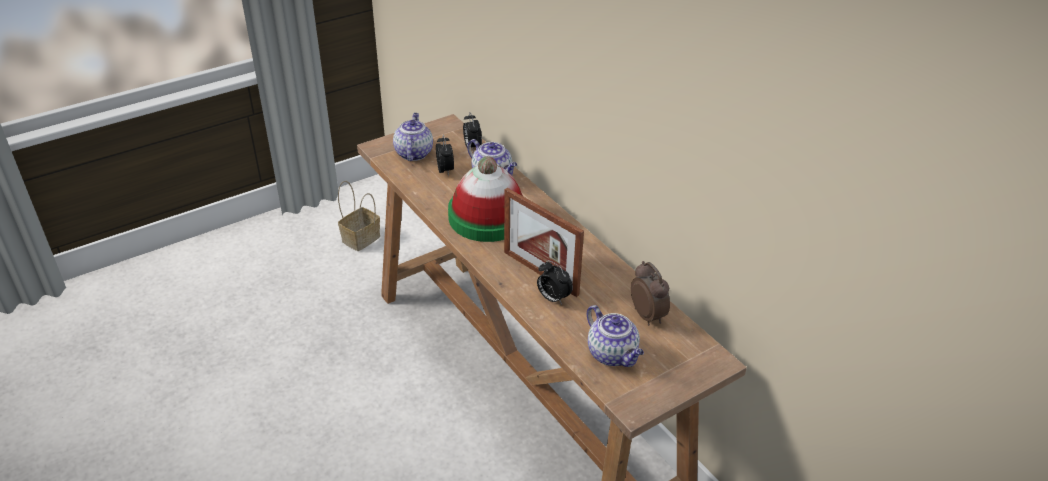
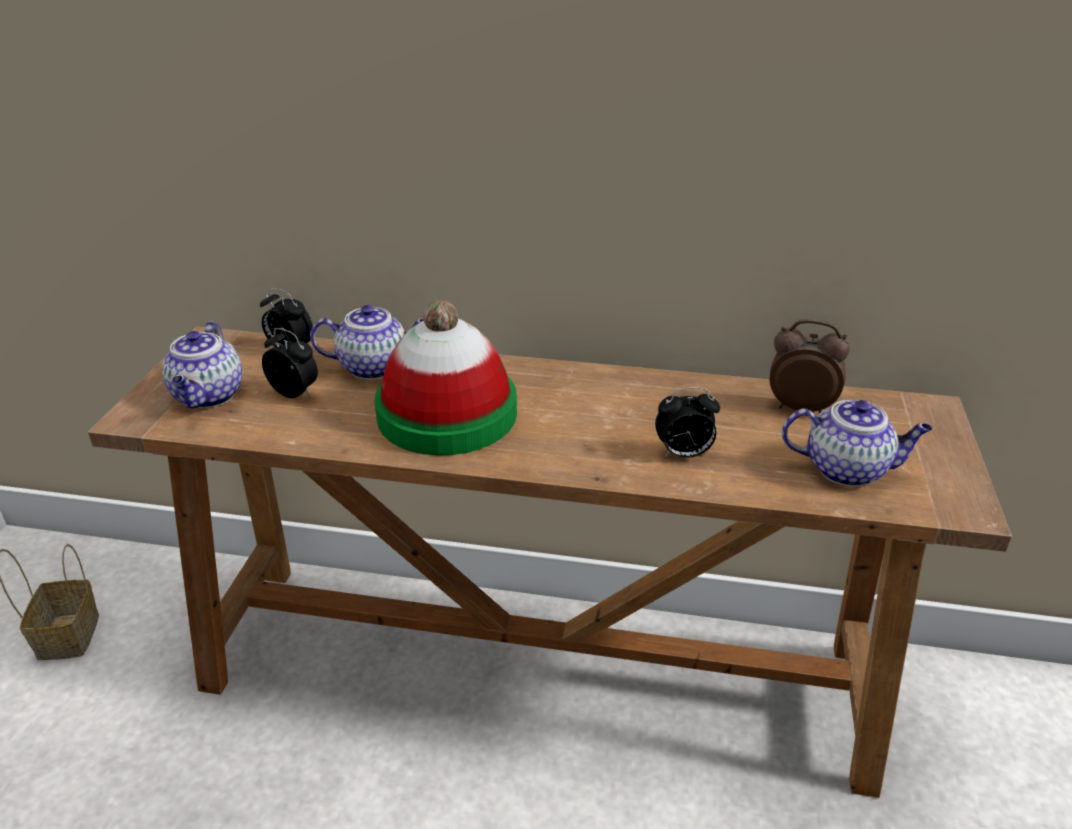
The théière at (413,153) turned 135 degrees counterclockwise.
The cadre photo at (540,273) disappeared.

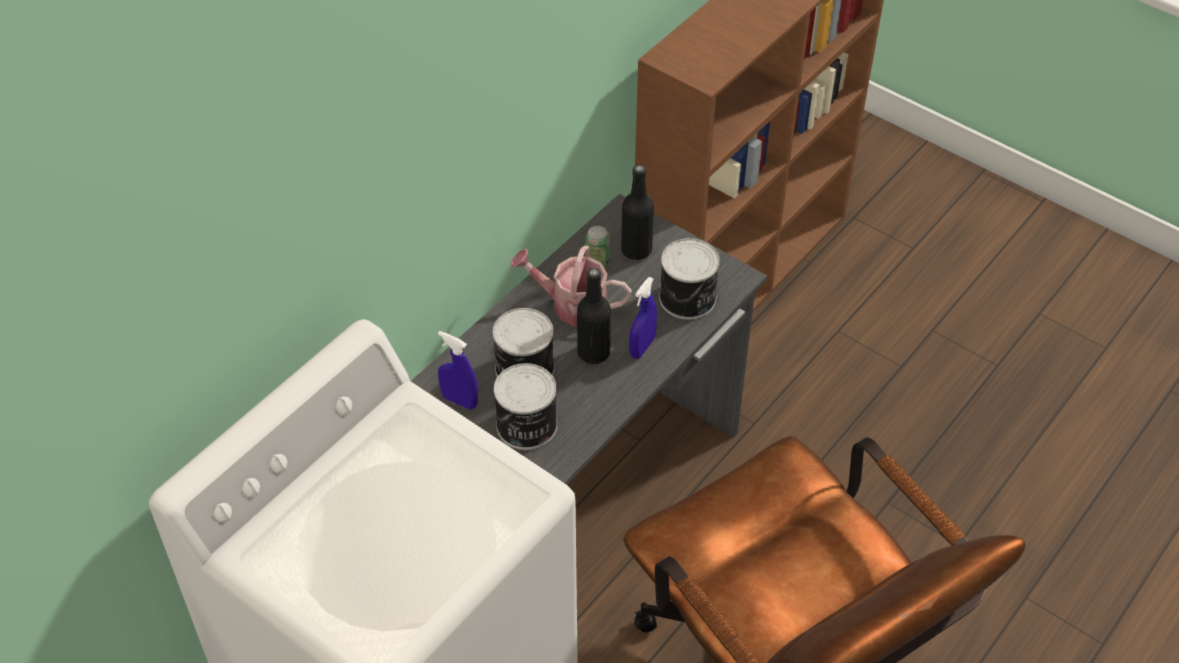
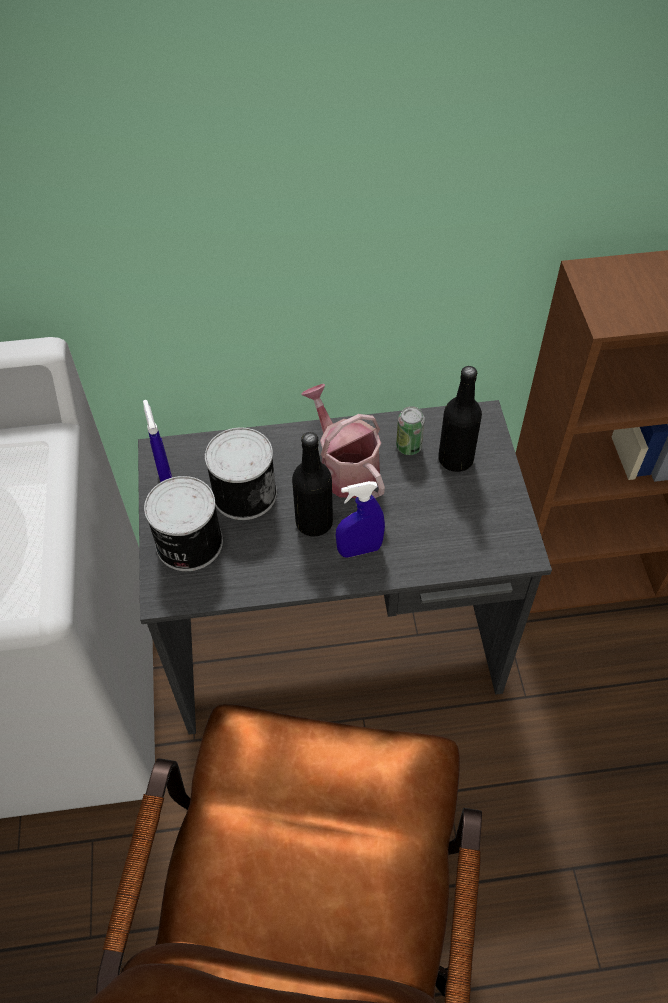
The boîte métallique at (688,299) disappeared.

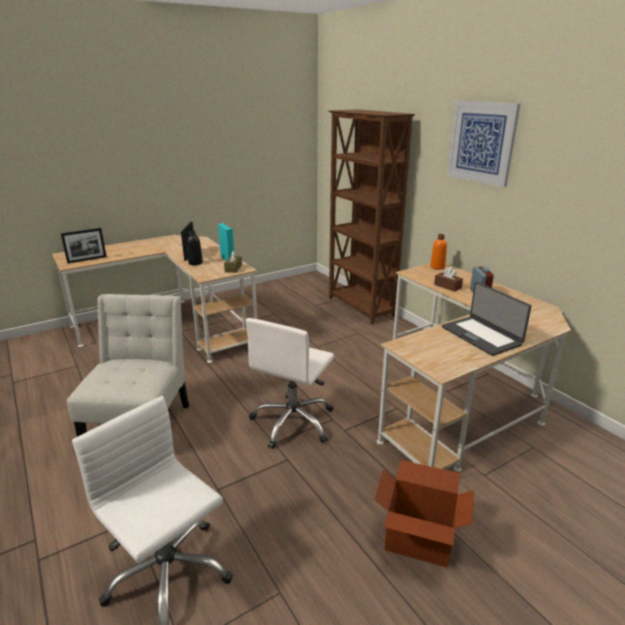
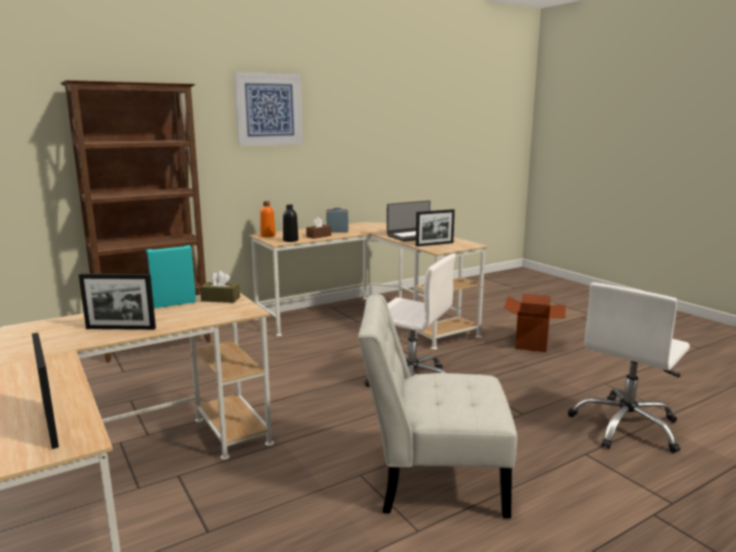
The bouteille/noir moved from (195,263) to (290,240).
The cadre photo at (434,244) appeared.

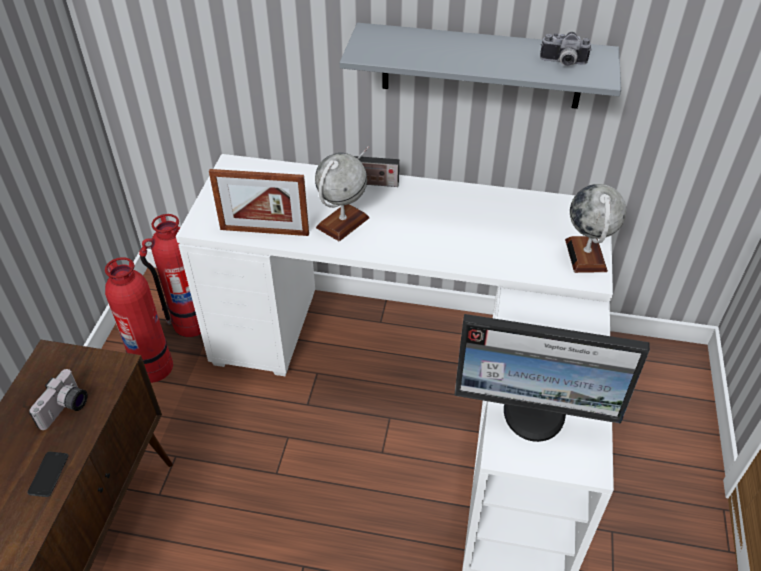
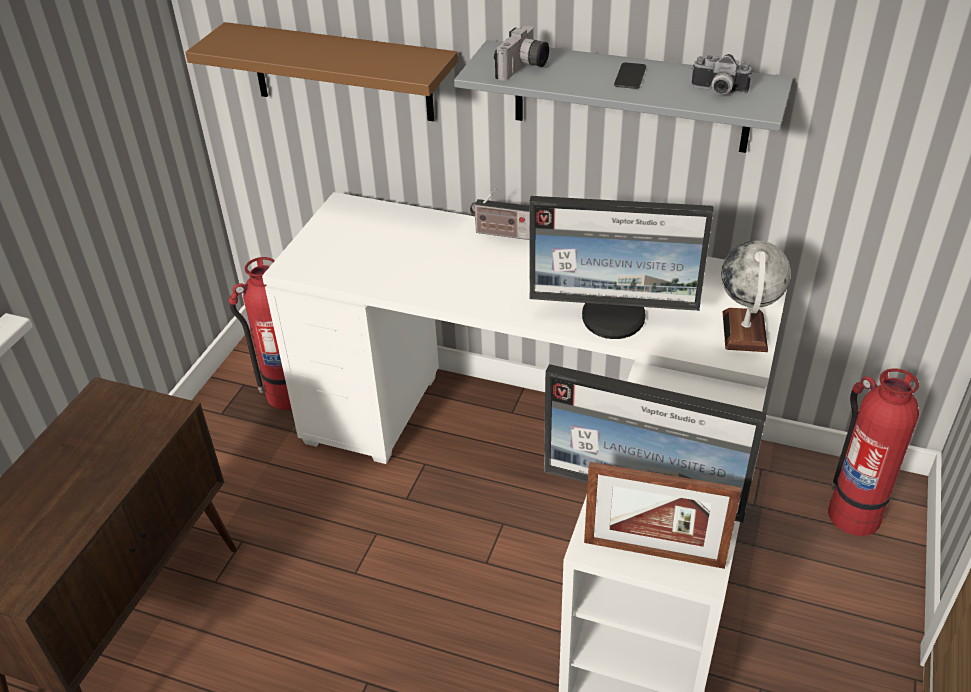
The étagère/marron at (341,72) appeared.
The appareil photo moved from (66,409) to (524,69).
The écran d'ordinateur at (614,317) appeared.
The cadre photo moved from (264,231) to (653,553).
The téléphone moved from (48,474) to (630,76).
The extincteur moved from (153,366) to (853,514).
The globe at (342,223) disappeared.

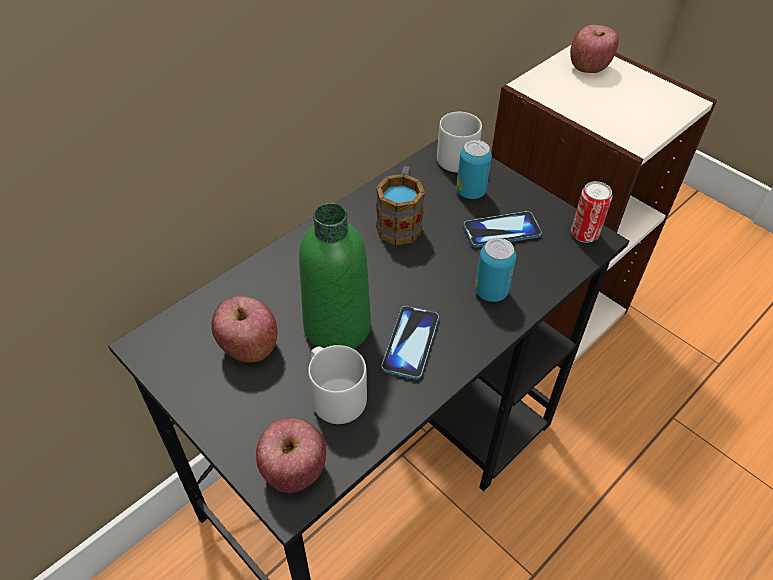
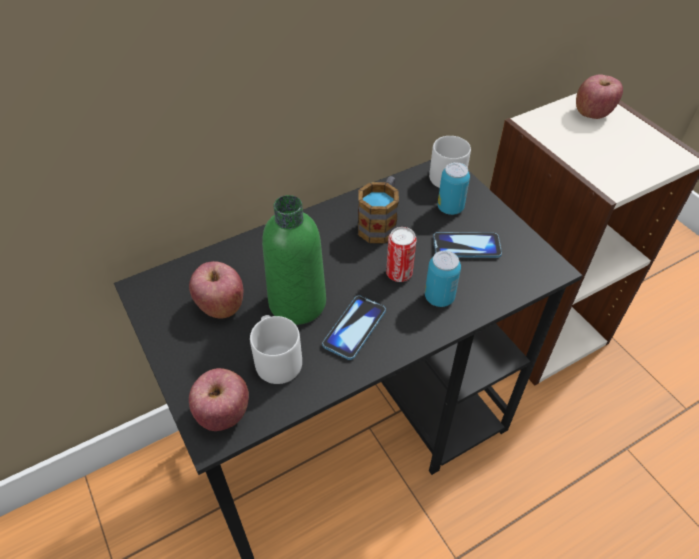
The boîte métallique moved from (584,234) to (399,273).

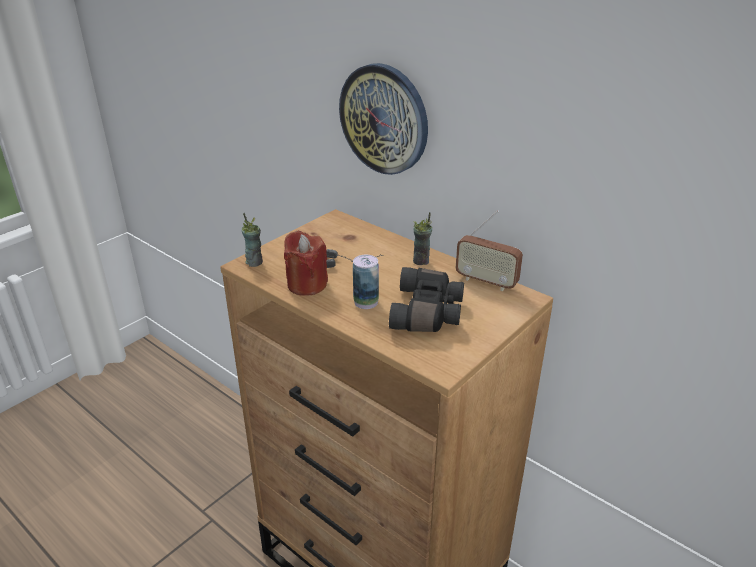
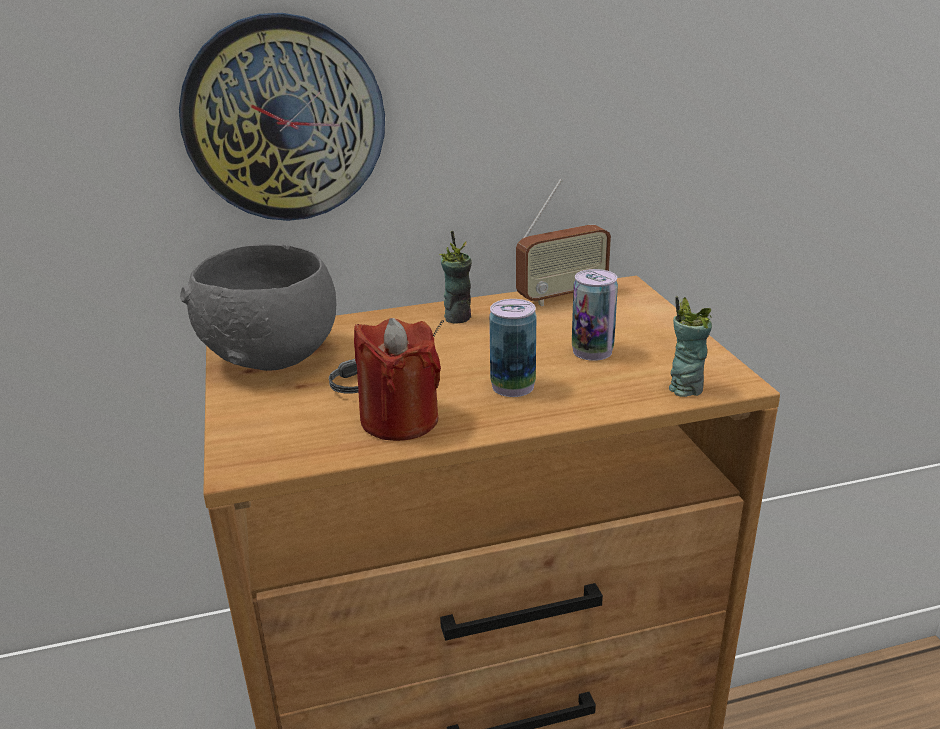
The bol/gris at (274,356) appeared.
The jumelles/noir at (428,313) was replaced by the boîte métallique at (592,351).
The tasse moved from (254,262) to (685,388).

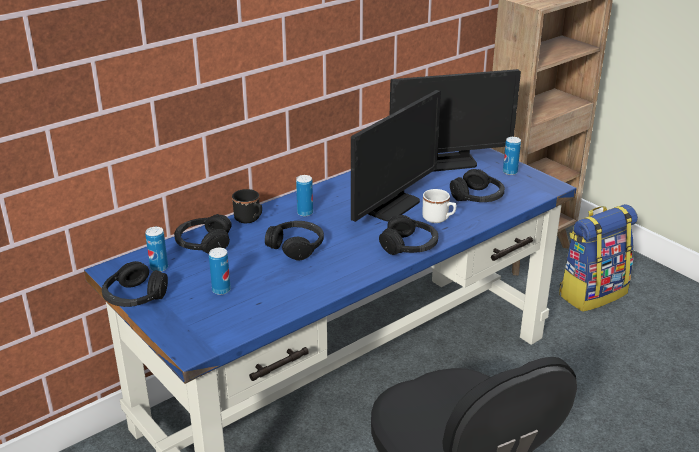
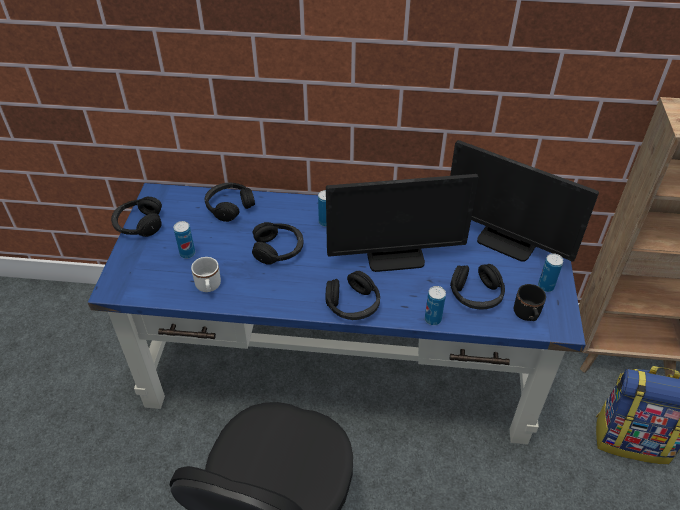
The mug/blanc moved from (438,219) to (208,287).
The boîte métallique moved from (159,268) to (433,319).
The mug/noir moved from (250,219) to (527,315).

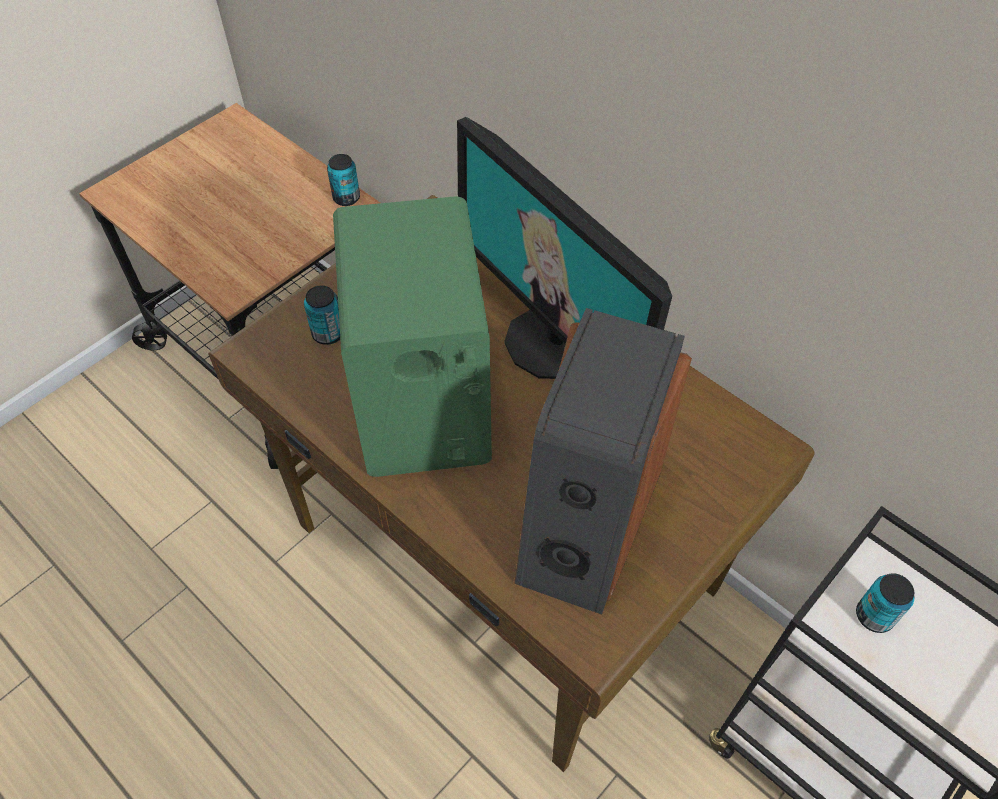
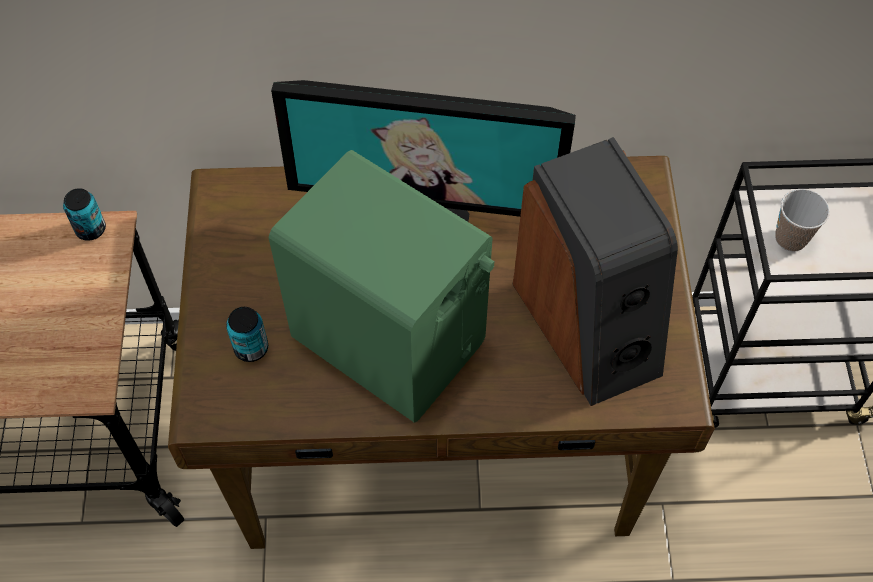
The boîte métallique at (874,616) was replaced by the tasse at (790,238).

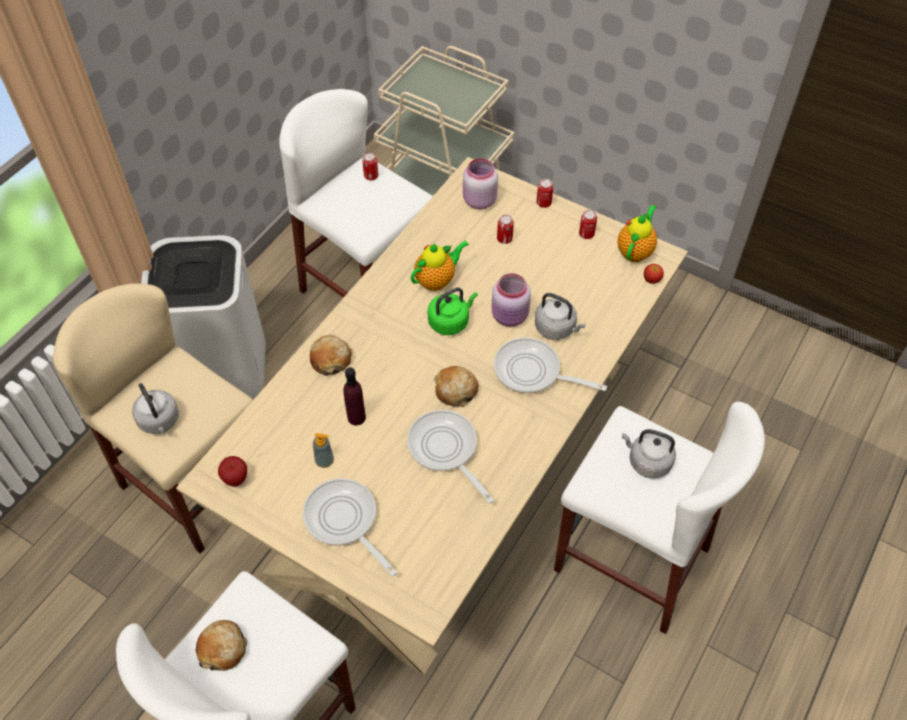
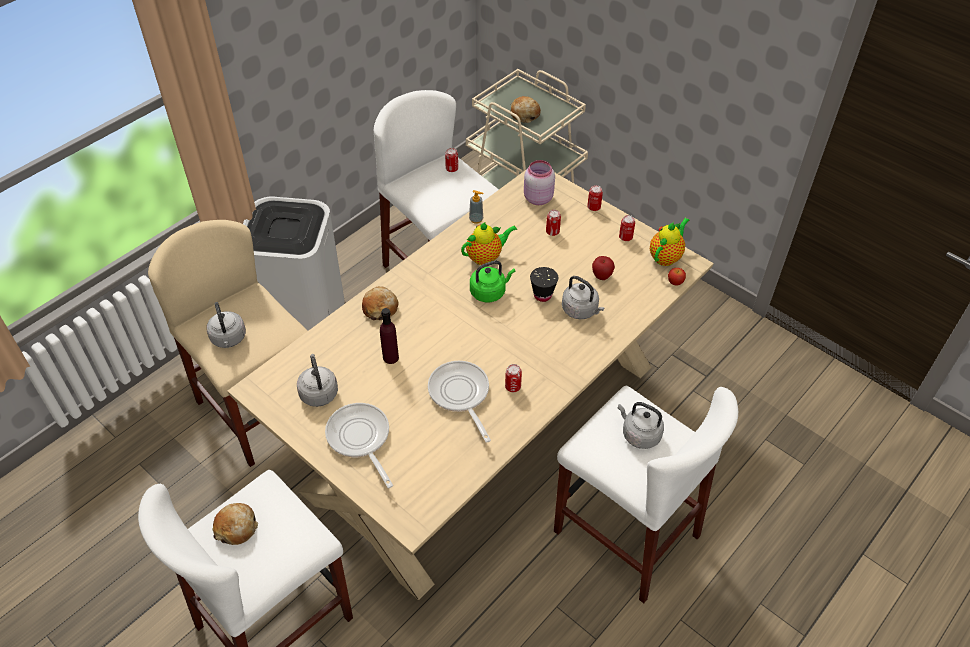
The bouilloire/gris at (318,392) appeared.
The distributeur de savon moved from (324,461) to (476,219).
The boîte métallique at (513,387) appeared.
The pain moved from (455,390) to (524,114).
The bocal/rose at (510,317) was replaced by the tasse/noir at (542,295).
The pomme moved from (236,479) to (602,276).
The poêle at (532,372) disappeared.

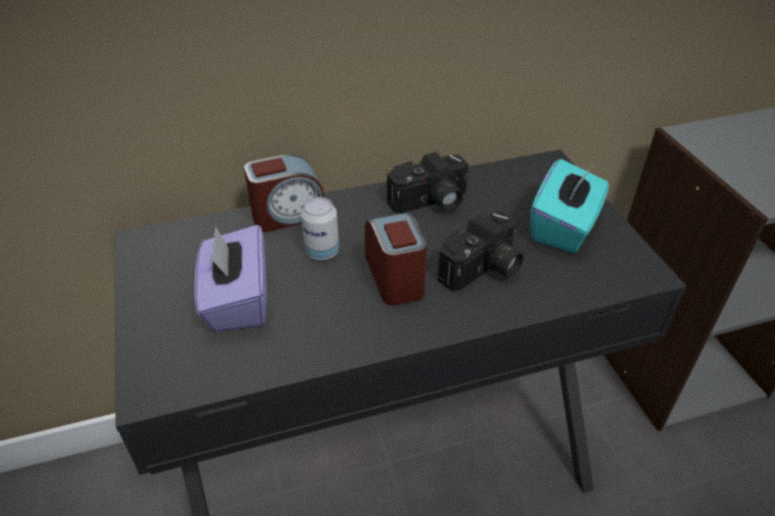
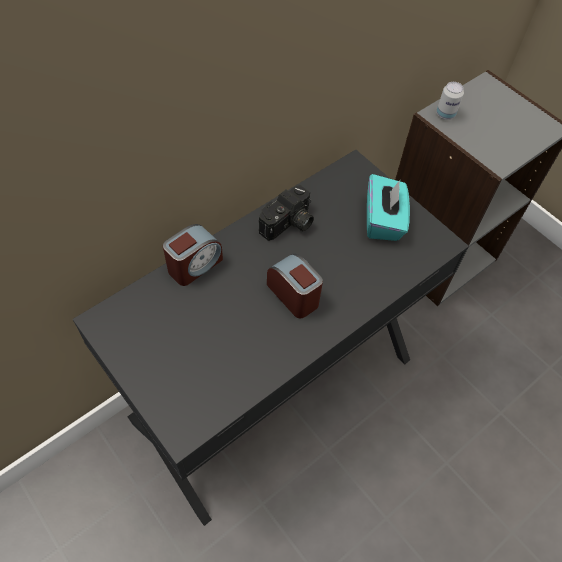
The boîte métallique moved from (322,252) to (445,114).
The boîte à mouchoirs/violet at (237,301) disappeared.
The appareil photo at (483,270) disappeared.

